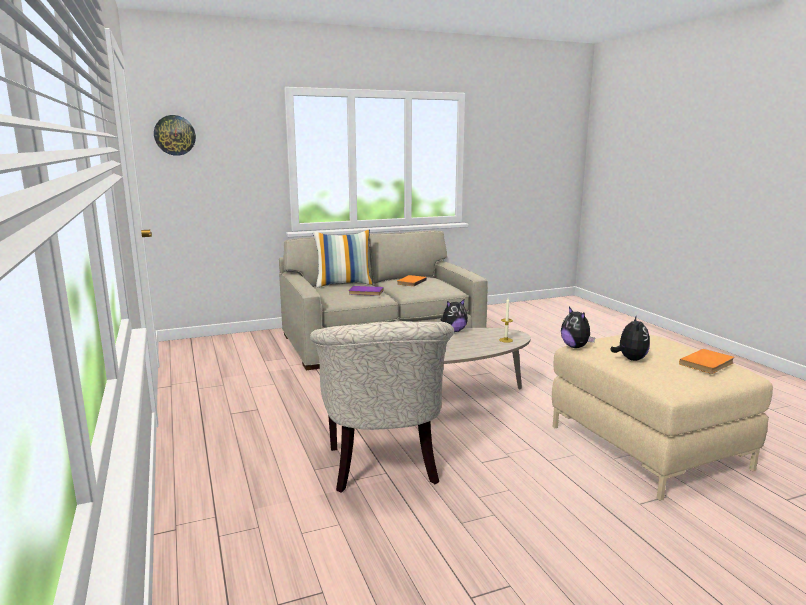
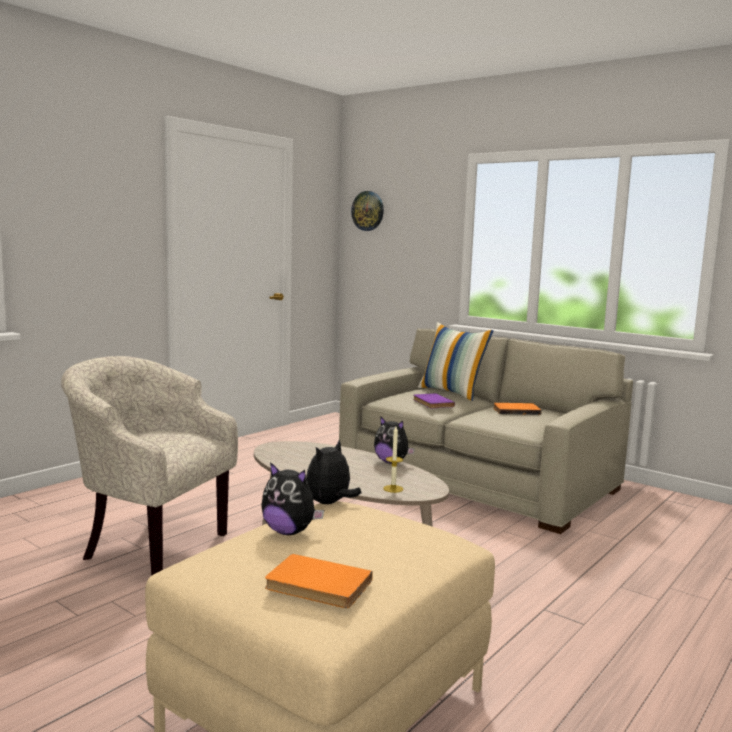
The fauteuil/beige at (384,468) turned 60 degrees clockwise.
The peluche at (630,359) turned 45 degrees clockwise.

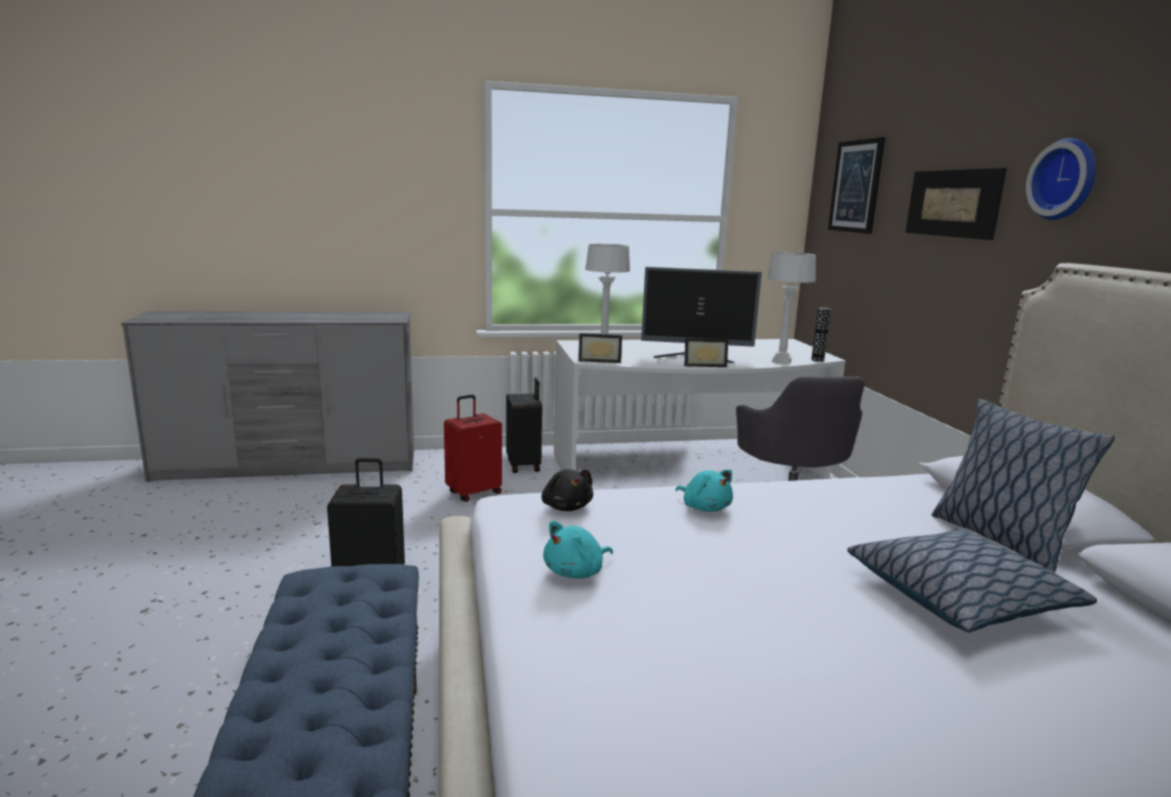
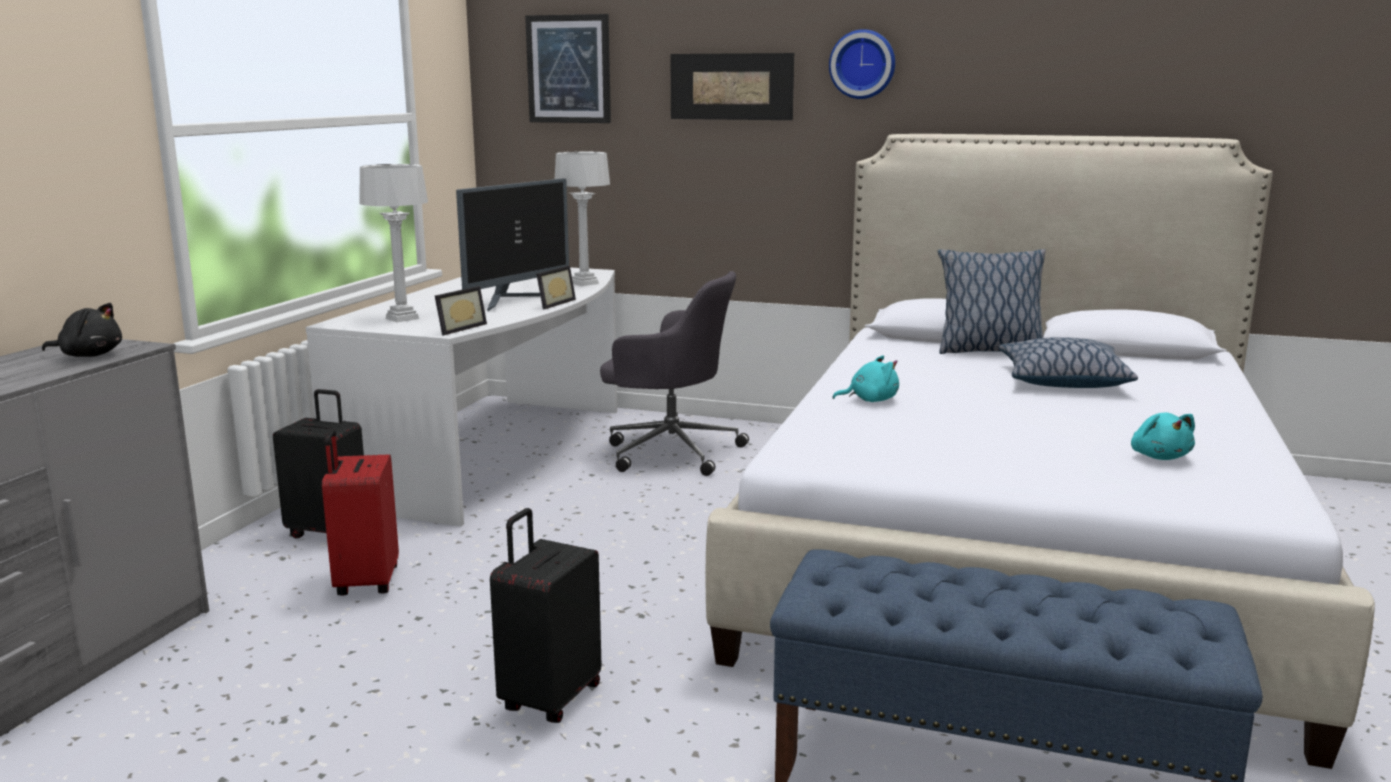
The peluche/noir moved from (566,507) to (89,355).
The peluche/turquoise moved from (576,572) to (1159,456).
The vase at (817,360) disappeared.

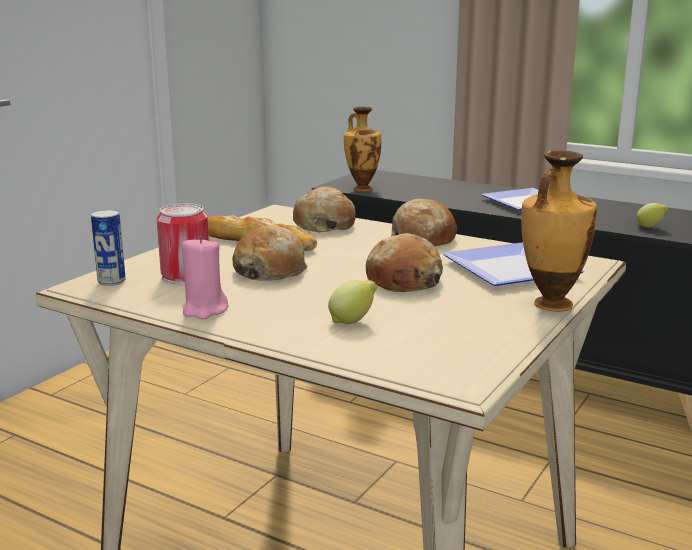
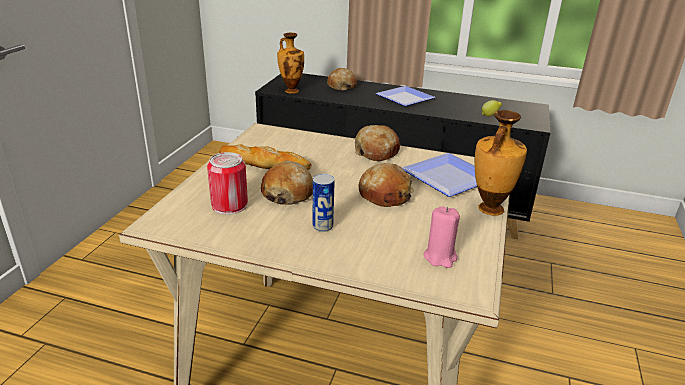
The boîte métallique moved from (111,281) to (322,226).
The pain moved from (324,224) to (341,86).
The bougie/rose moved from (204,310) to (440,257).
The citron at (352,321) disappeared.

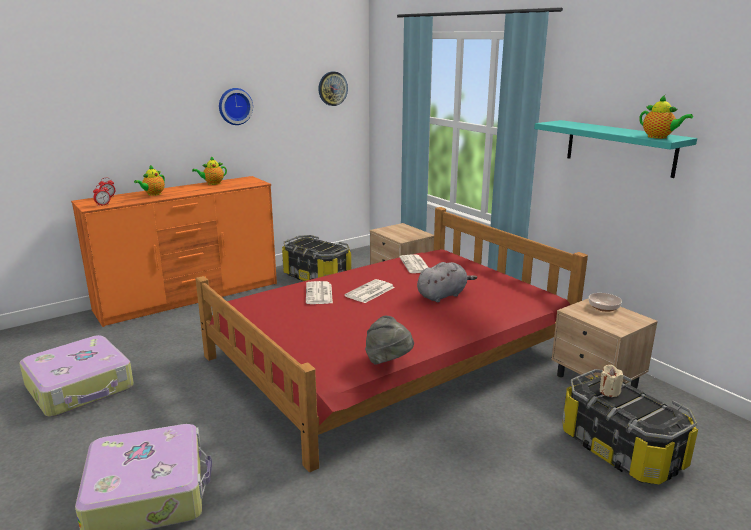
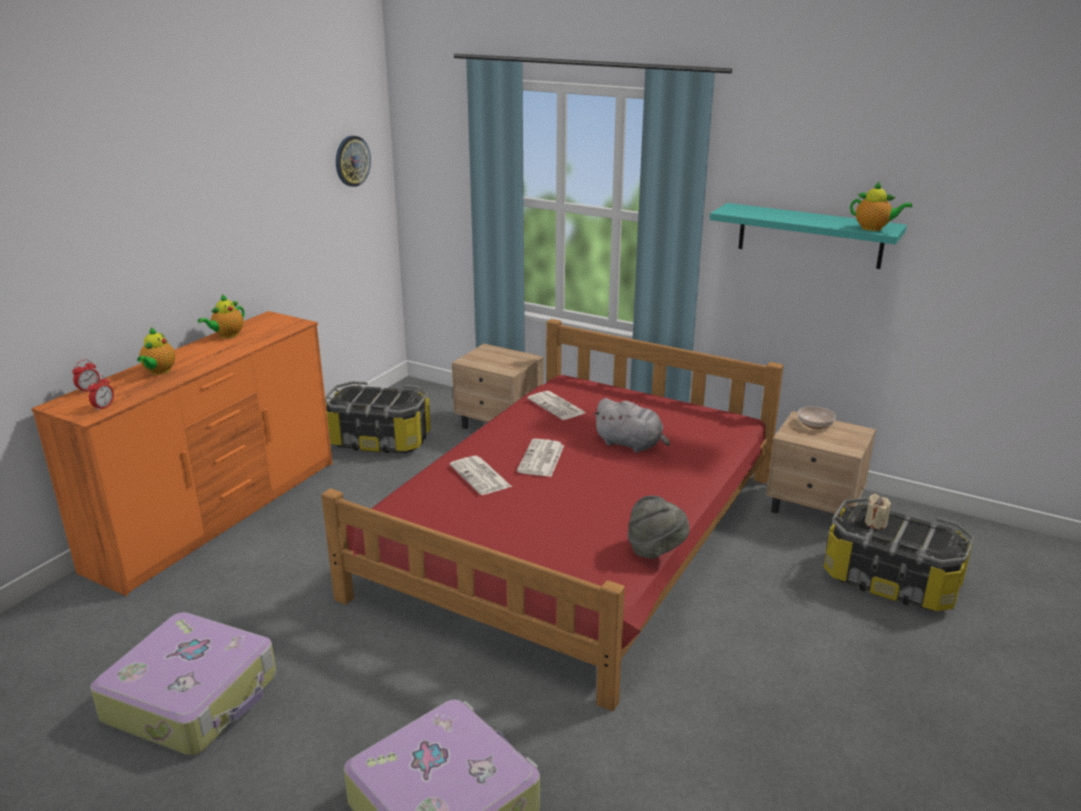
The peluche/gris at (443,295) turned 90 degrees clockwise.
The horloge murale at (234,106) disappeared.

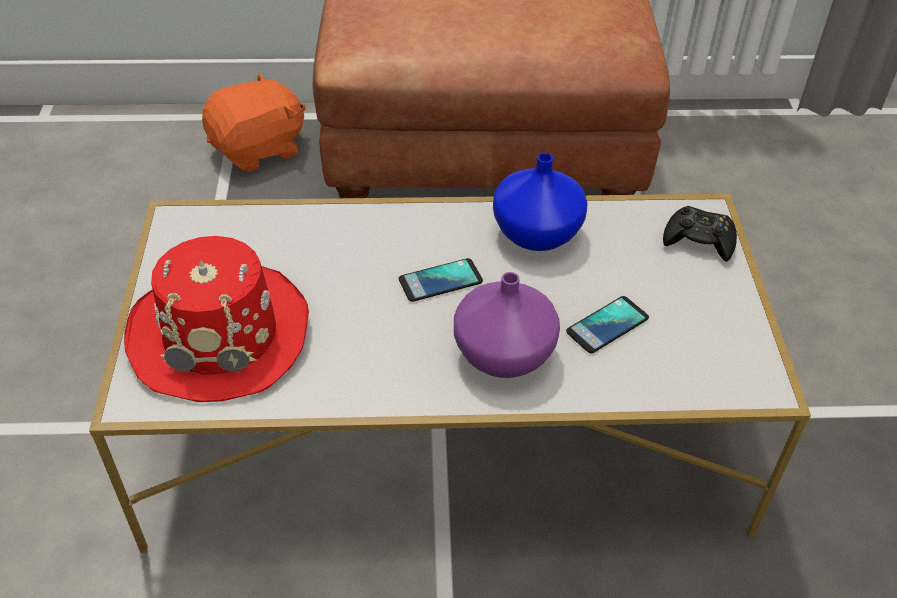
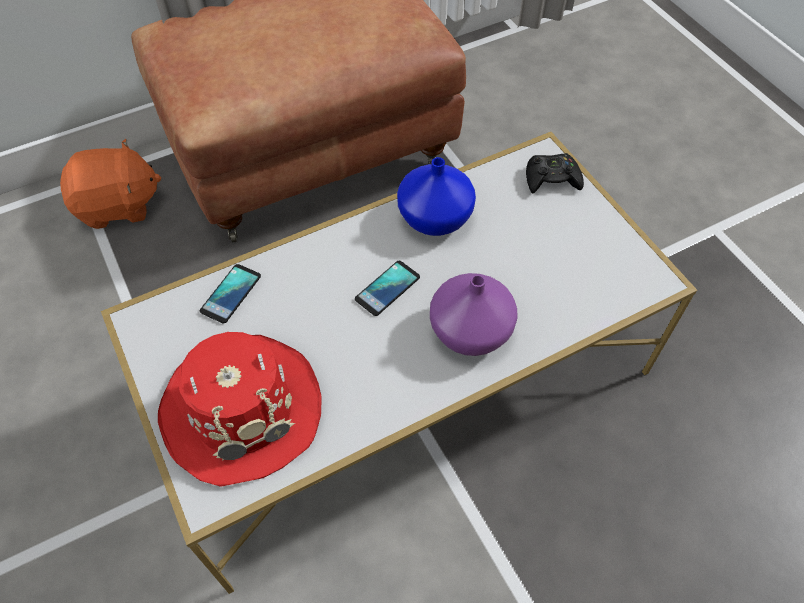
The peluche/orange at (258,149) turned 45 degrees clockwise.
The téléphone moved from (607,325) to (231,294).

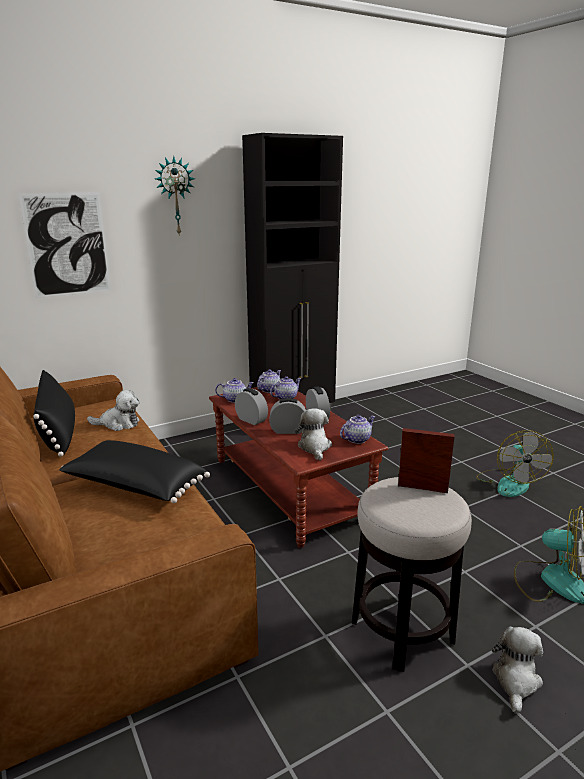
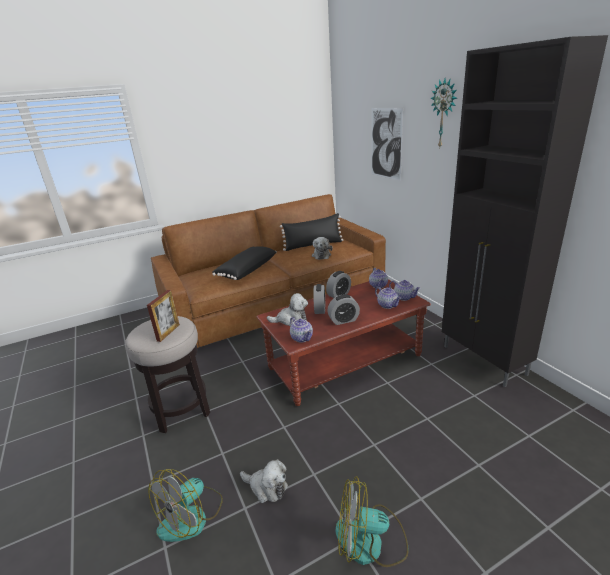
The peluche moved from (516,680) to (266,487).

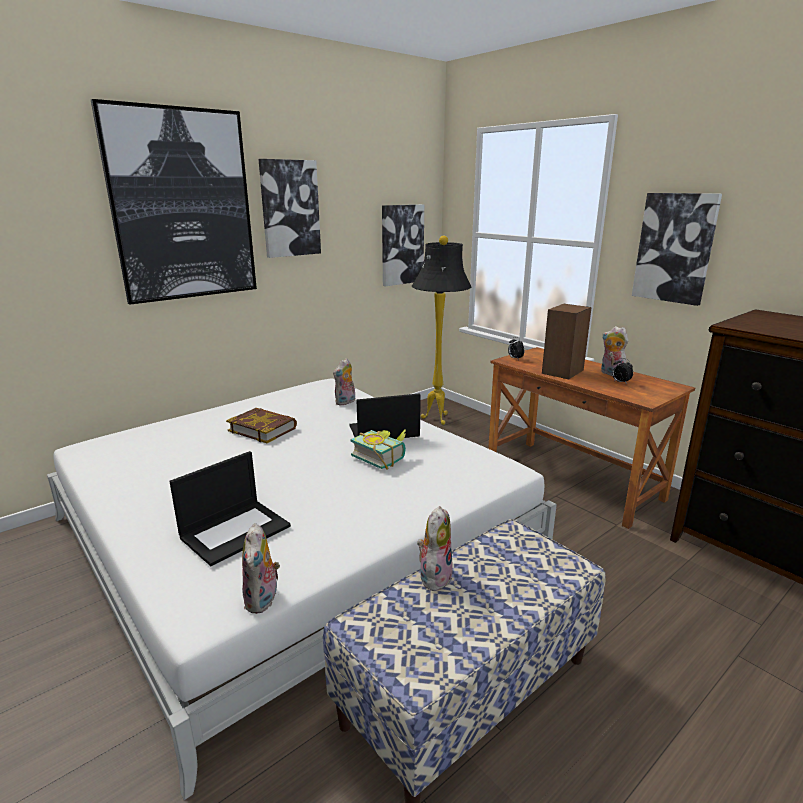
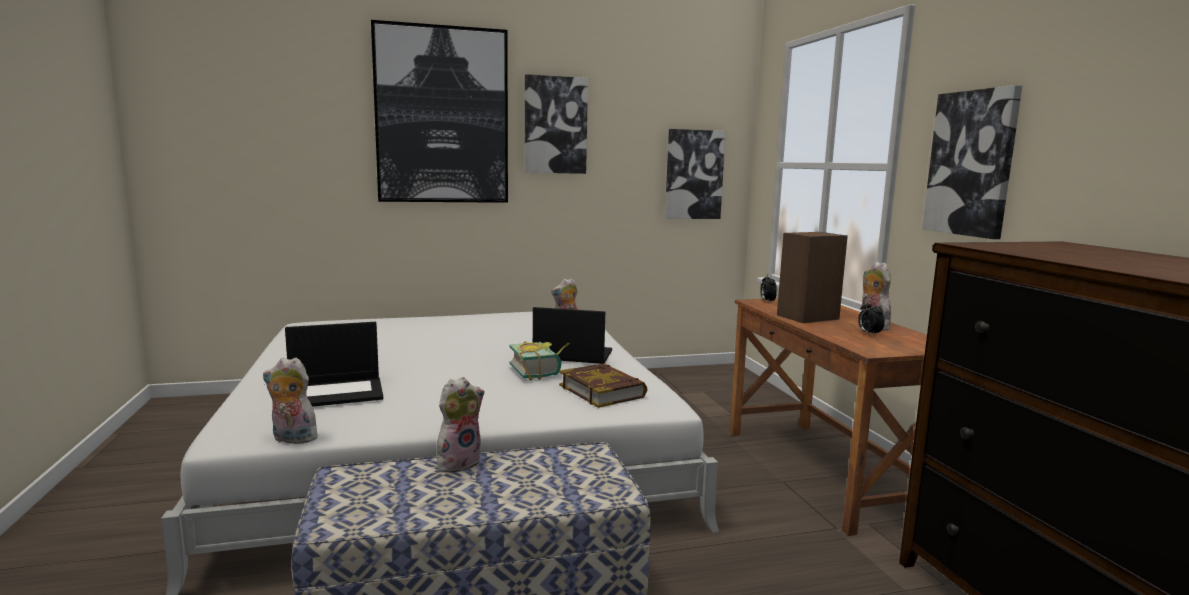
The peluche at (263,600) turned 75 degrees clockwise.
The livre moved from (262,429) to (602,391).
The lampadaire/noir at (438,419) disappeared.

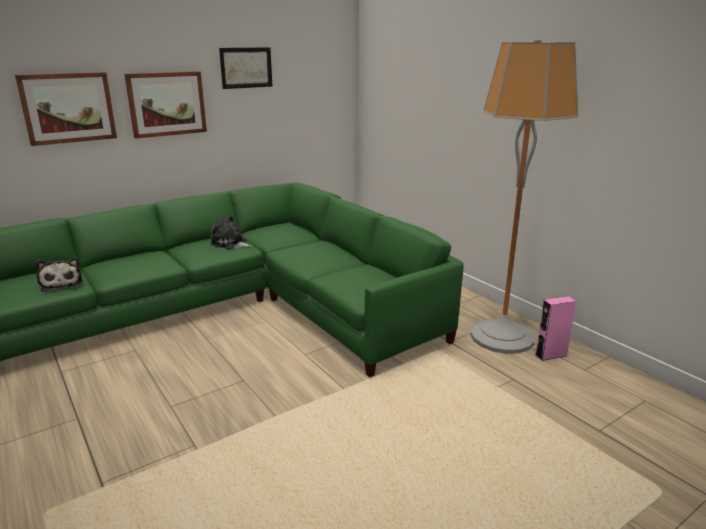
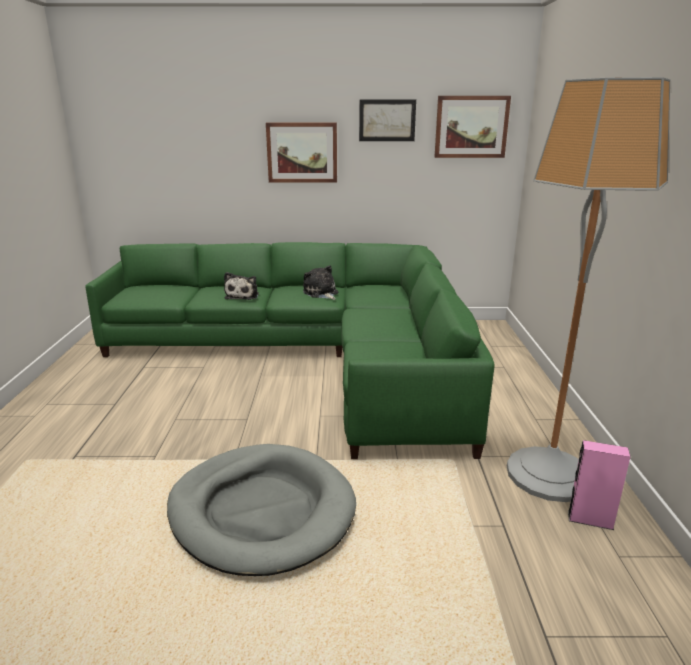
The panier pour chien/gris at (261,511) appeared.
The peluche moved from (61,283) to (243,296).
The tableau moved from (68,108) to (471,127).

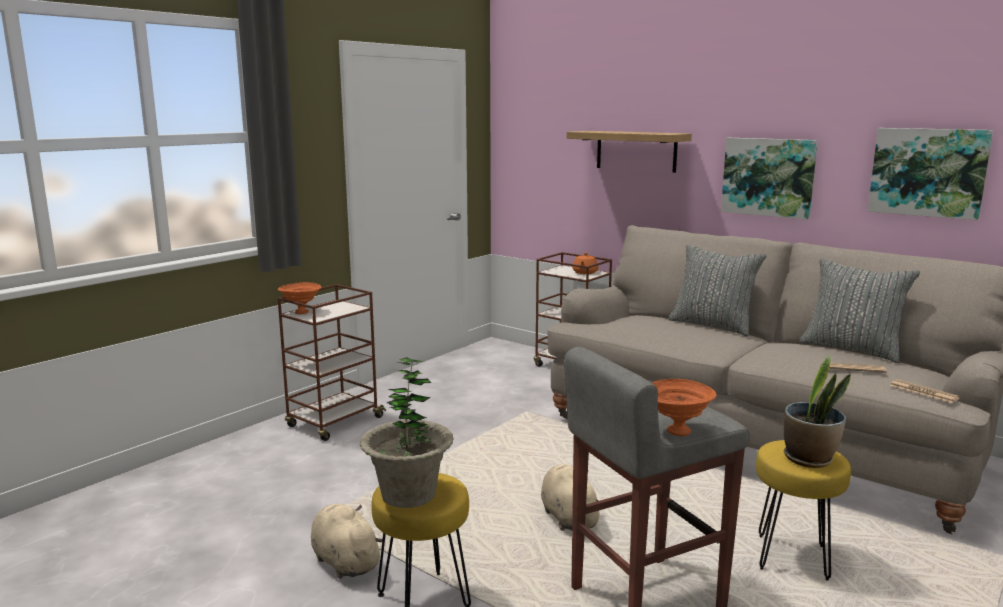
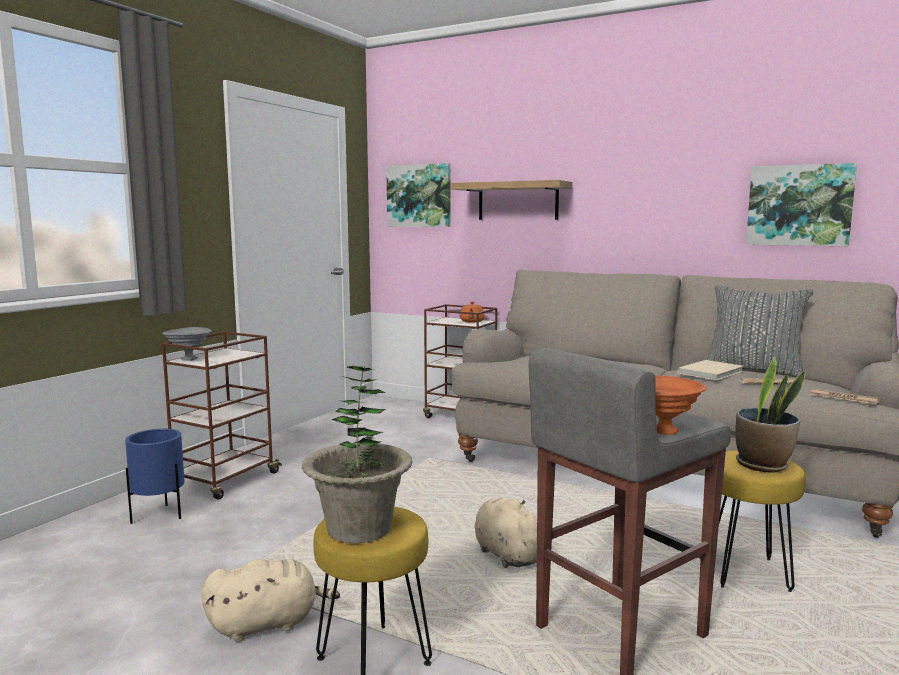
The cache-pot/bleu at (159,516) appeared.
The bol/orange at (300,312) became the bol/gris at (188,359).
The peluche/beige at (344,561) turned 120 degrees clockwise.
The tableau moved from (768,177) to (419,196).
The livre/beige at (713,372) appeared.
The coussin/gris at (713,325) disappeared.

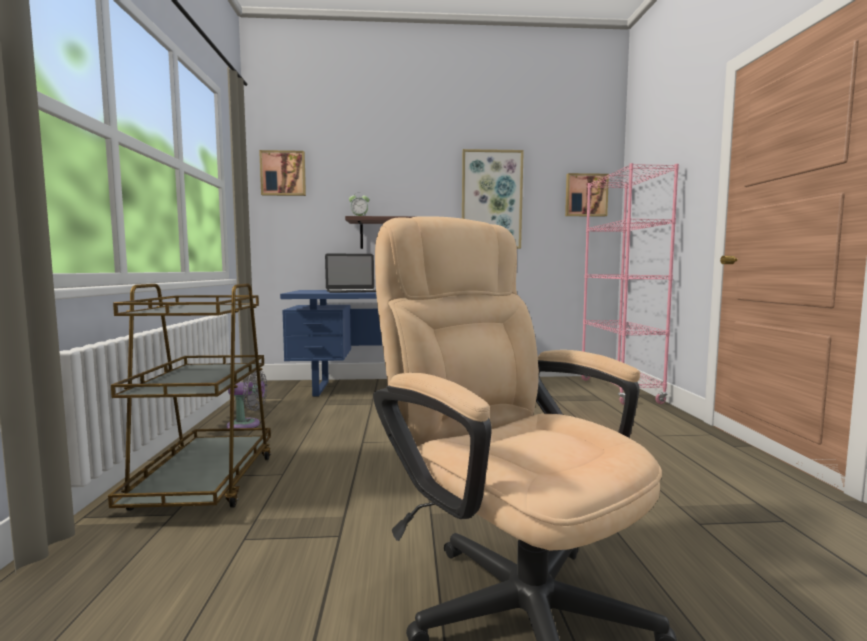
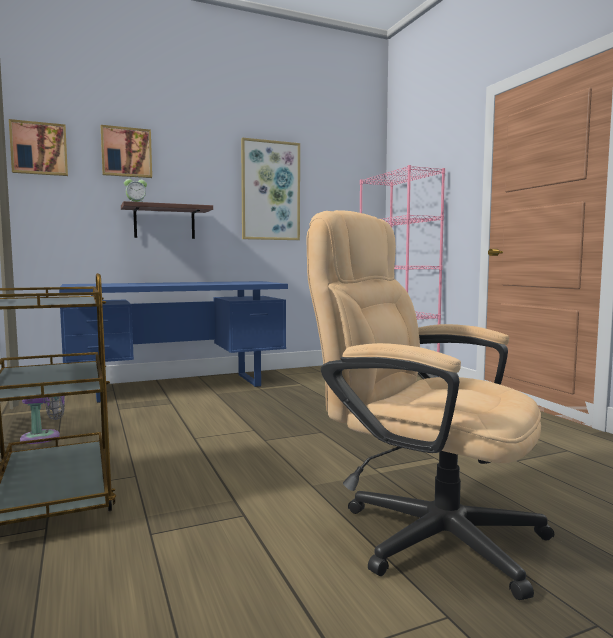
The tableau moved from (585,195) to (126,152).
The ordinateur portable at (352,291) disappeared.

